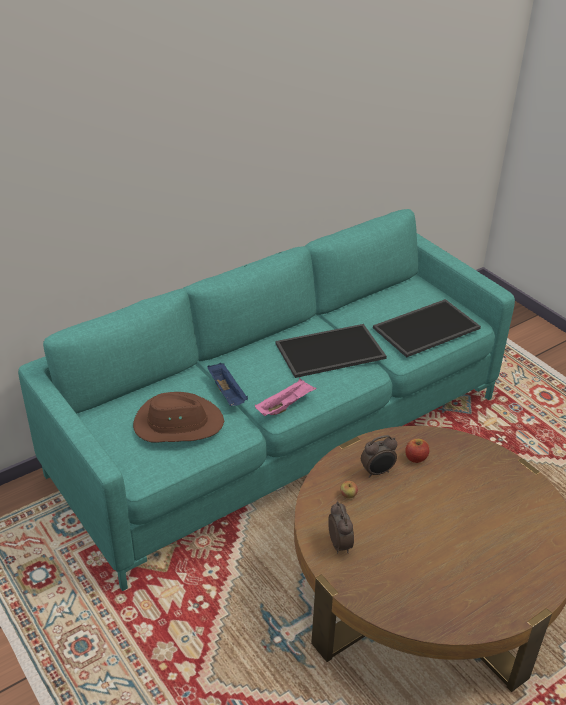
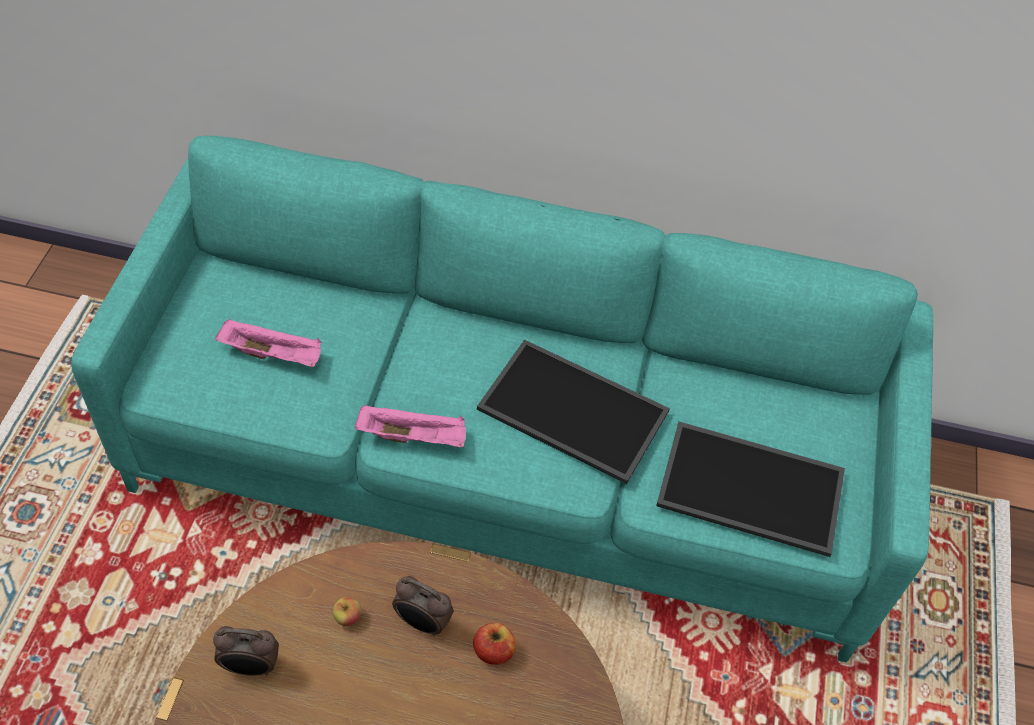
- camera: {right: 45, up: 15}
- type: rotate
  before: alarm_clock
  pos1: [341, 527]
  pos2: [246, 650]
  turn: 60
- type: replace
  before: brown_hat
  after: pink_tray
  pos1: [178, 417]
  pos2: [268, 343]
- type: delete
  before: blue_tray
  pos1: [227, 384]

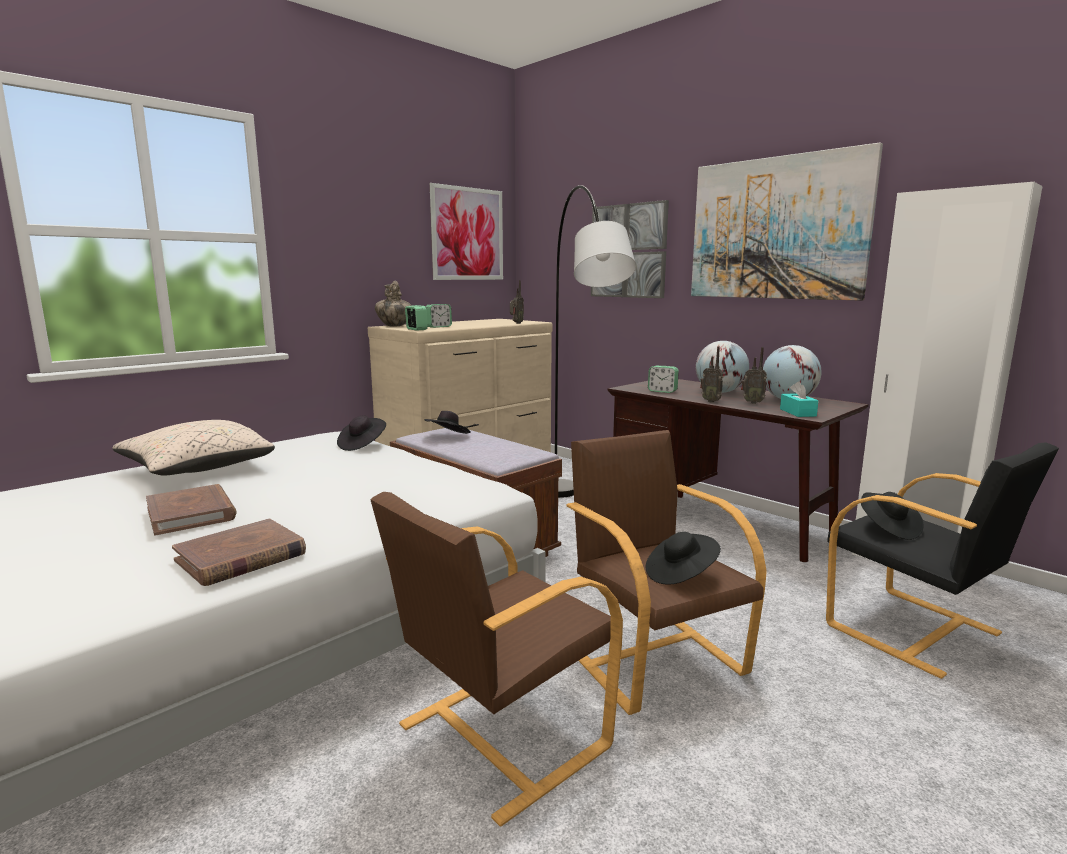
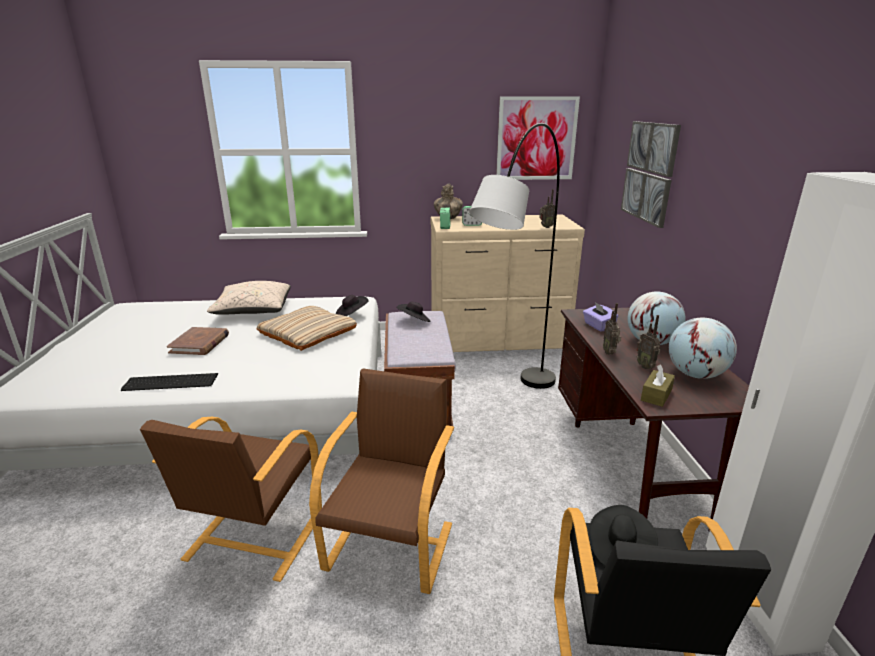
- camera: {right: 40, up: 10}
- type: replace
  before: brown_book
  after: keyboard
  pos1: [239, 552]
  pos2: [169, 382]
- type: rotate
  before: brown_armchair
  pos1: [496, 659]
  pos2: [231, 499]
  turn: -75
- type: insert
  after: beige_pillow
  pos2: [306, 328]
- type: replace
  before: alarm_clock
  after: purple_tissue_box
  pos1: [663, 379]
  pos2: [600, 317]
- type: recolor
  before: turquoise_tissue_box
  after: brown_tissue_box
  pos1: [799, 399]
  pos2: [658, 385]
- type: delete
  before: black_hat
  pos1: [683, 558]
- type: delete
  before: picture
  pos1: [787, 221]

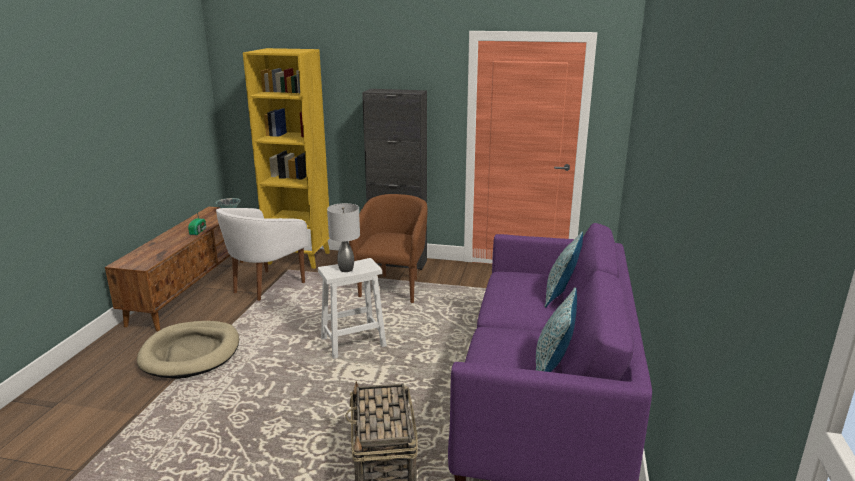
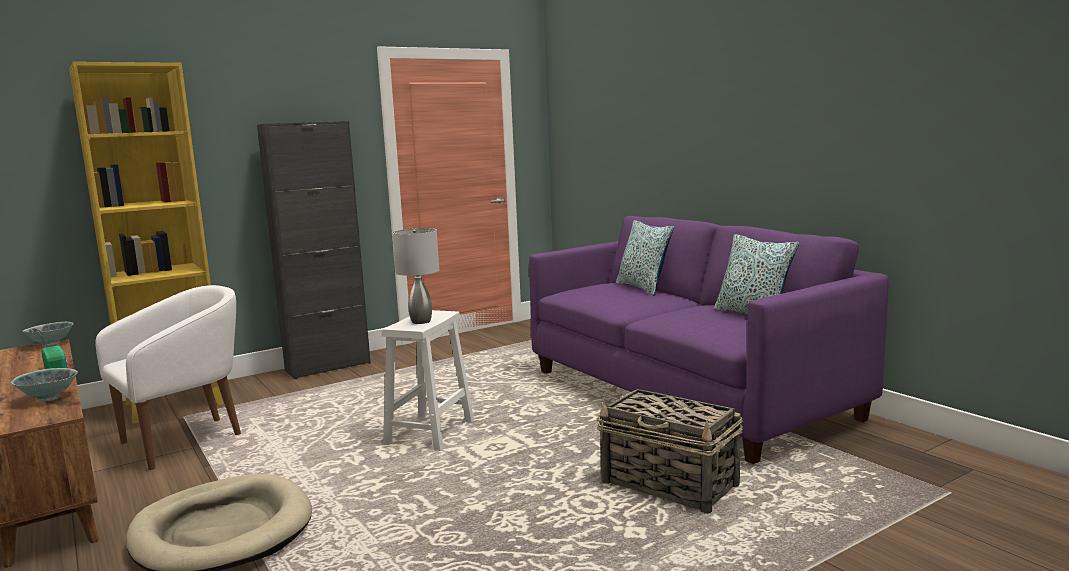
- camera: {right: -45, up: -10}
- type: insert
  after: bowl
  pos2: [44, 385]
- type: rotate
  before: white_armchair
  pos1: [262, 254]
  pos2: [168, 377]
  turn: -120
- type: delete
  before: brown_armchair
  pos1: [388, 248]

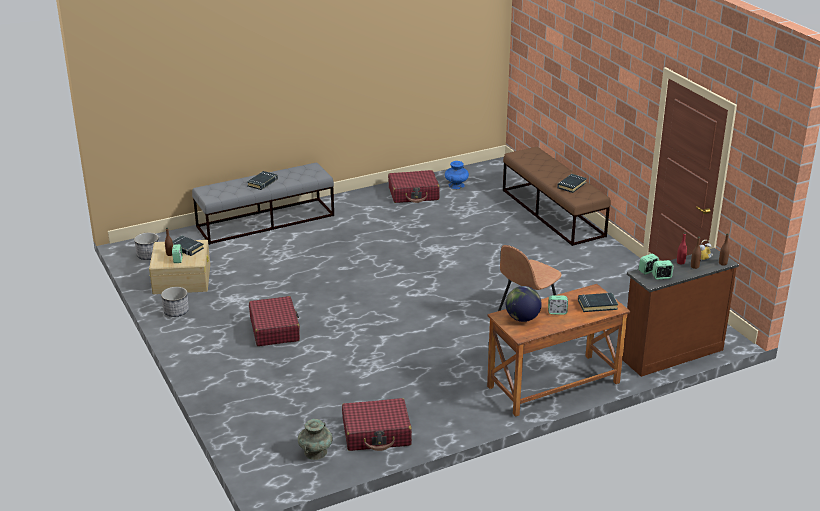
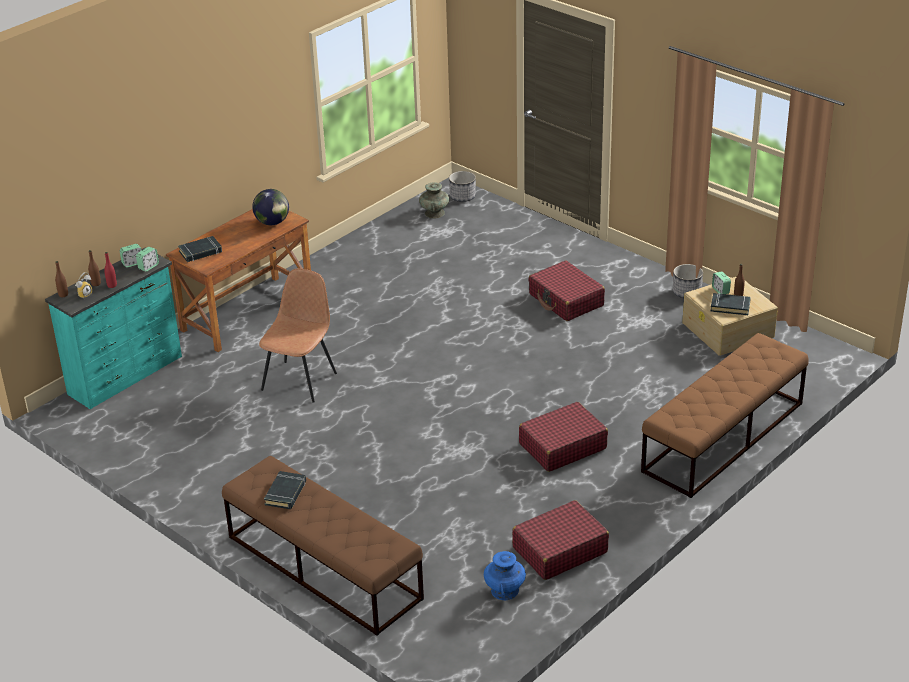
- camera: {right: 160, up: 5}
- type: recolor
  before: brown_dresser
  after: turquoise_dresser
  pos1: [680, 312]
  pos2: [113, 328]
- type: move
  before: planter
  pos1: [146, 246]
  pos2: [462, 186]
- type: move
  before: red_suitcase
  pos1: [377, 424]
  pos2: [563, 437]
- type: recolor
  before: grey_bench
  after: brown_bench
  pos1: [263, 203]
  pos2: [725, 415]
- type: delete
  before: black_book
  pos1: [262, 180]
- type: delete
  before: alarm_clock
  pos1: [558, 305]

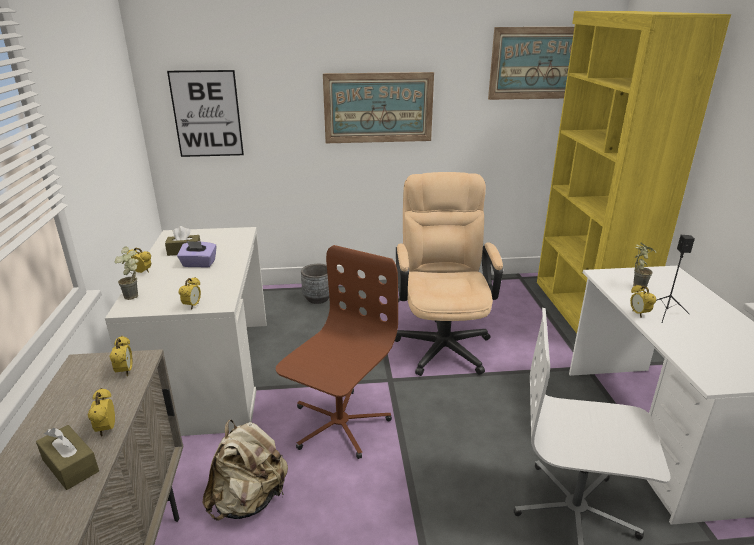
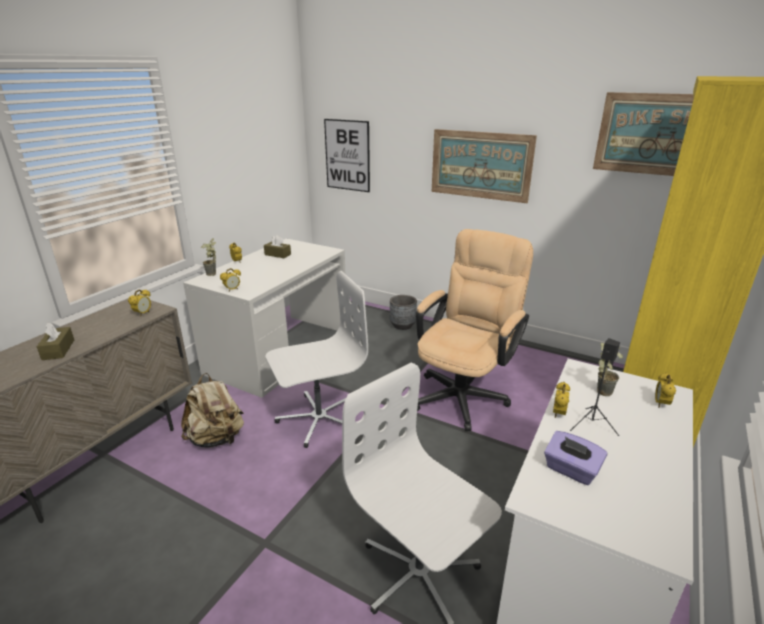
- camera: {right: 35, up: 0}
- type: recolor
  before: brown_office_chair
  after: white_office_chair
  pos1: [337, 352]
  pos2: [317, 359]
- type: move
  before: purple_tissue_box
  pos1: [197, 254]
  pos2: [576, 458]
- type: move
  before: alarm_clock
  pos1: [101, 412]
  pos2: [665, 390]

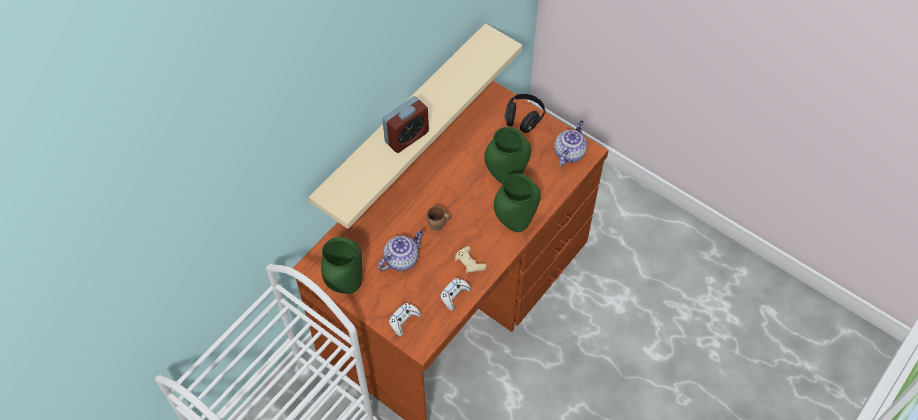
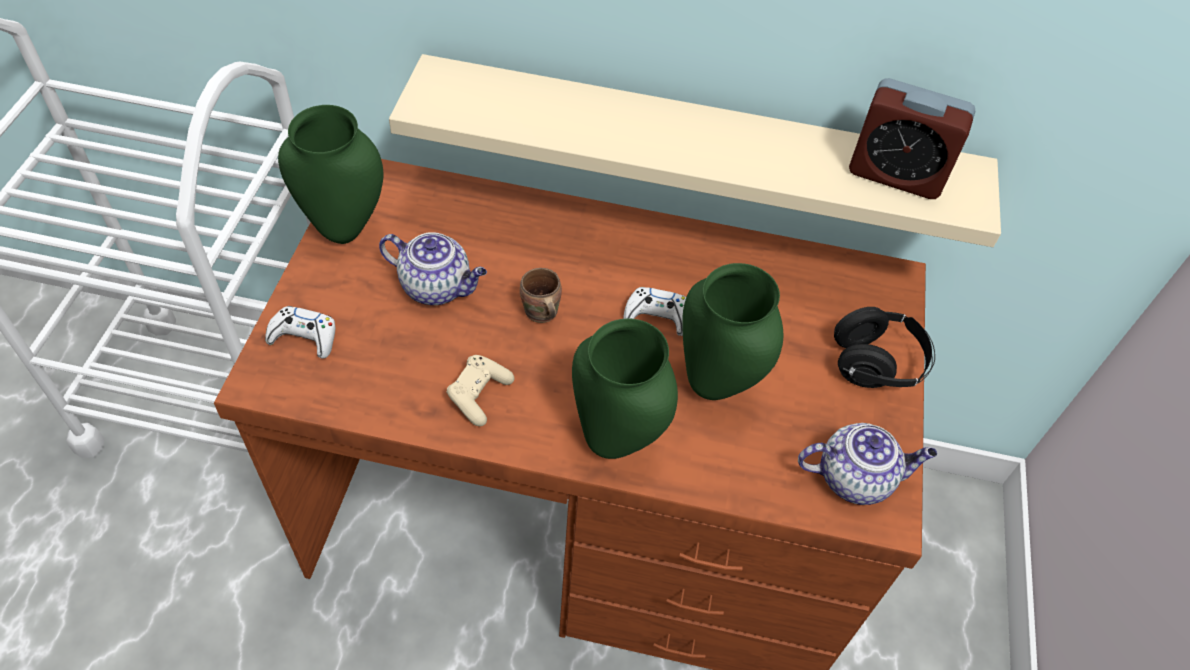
- camera: {right: 60, up: -5}
- type: move
  before: white_game_controller
  pos1: [455, 294]
  pos2: [654, 311]
- type: move
  before: alarm_clock
  pos1: [405, 124]
  pos2: [912, 138]

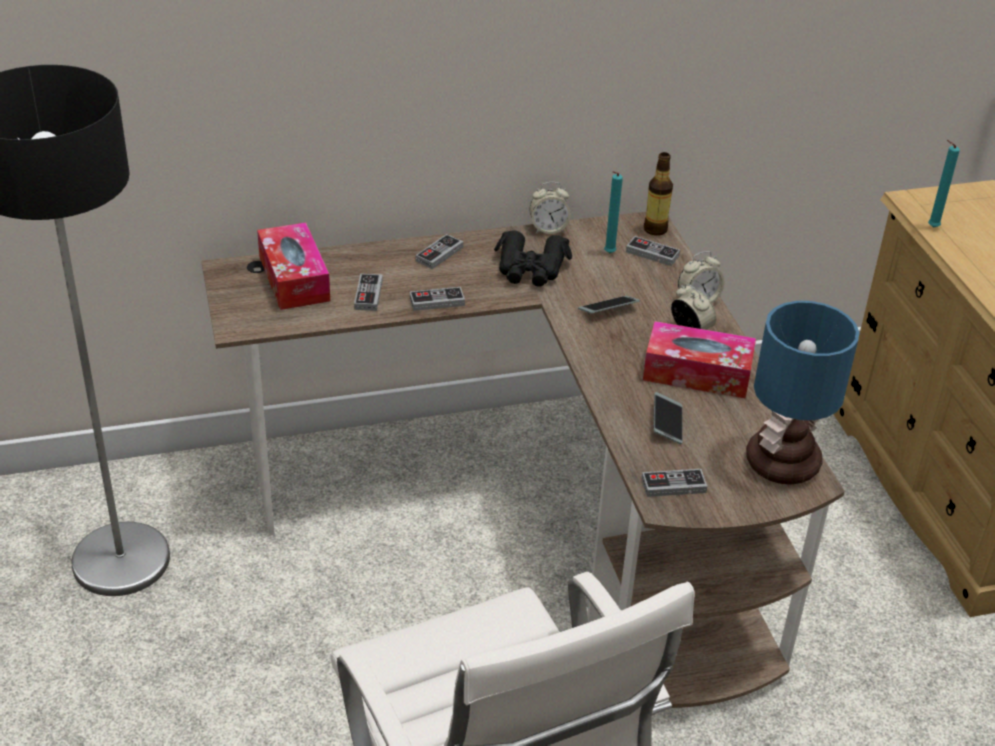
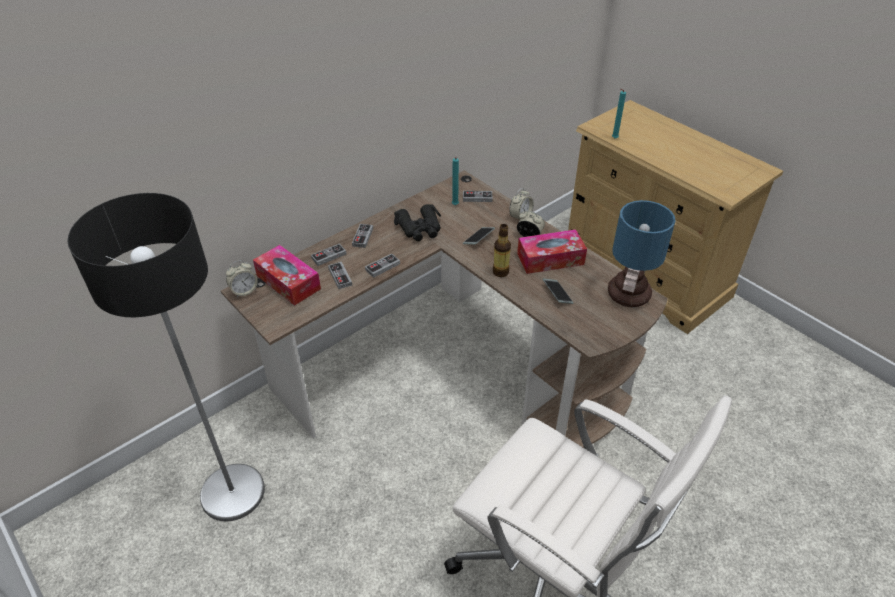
- camera: {right: -25, up: 5}
- type: move
  before: alarm_clock
  pos1: [550, 208]
  pos2: [242, 279]
- type: move
  before: game_controller
  pos1: [674, 483]
  pos2: [328, 255]
- type: move
  before: bottle
  pos1: [658, 194]
  pos2: [502, 250]

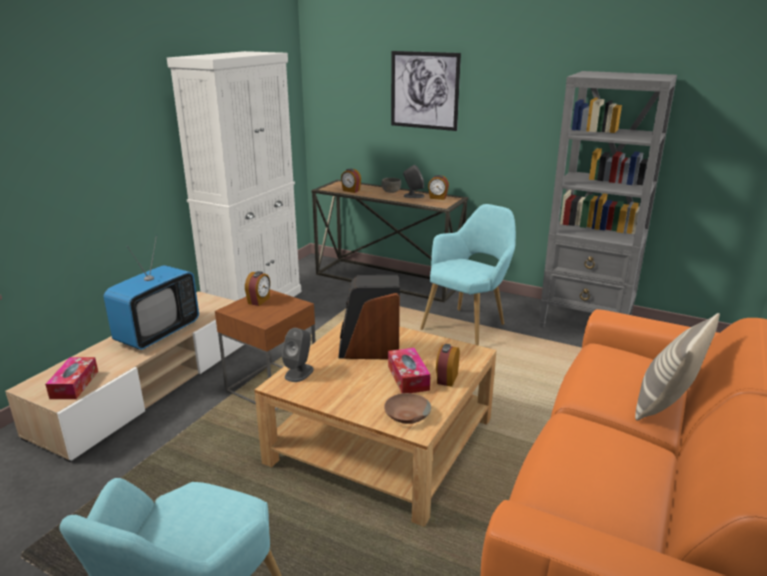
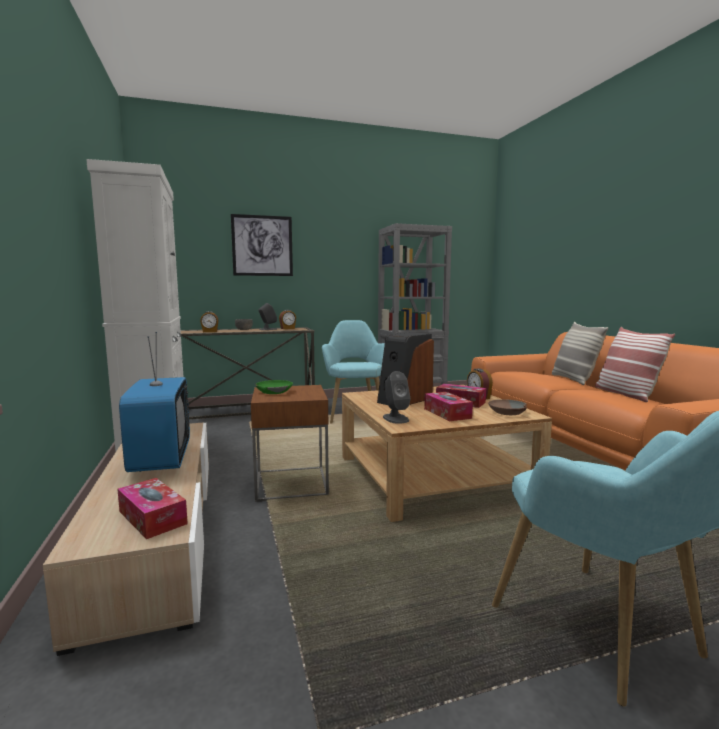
- camera: {right: -45, up: -15}
- type: replace
  before: alarm_clock
  after: green_bowl
  pos1: [257, 288]
  pos2: [274, 387]
- type: insert
  after: tissue_box
  pos2: [448, 406]
- type: insert
  after: pillow
  pos2: [635, 364]

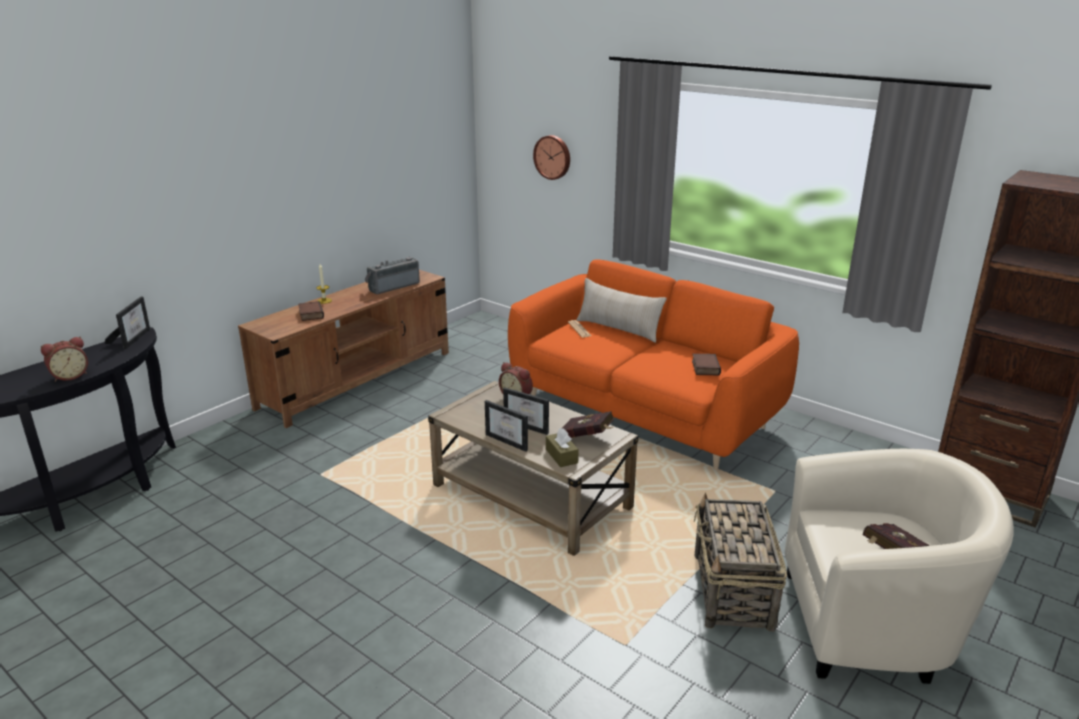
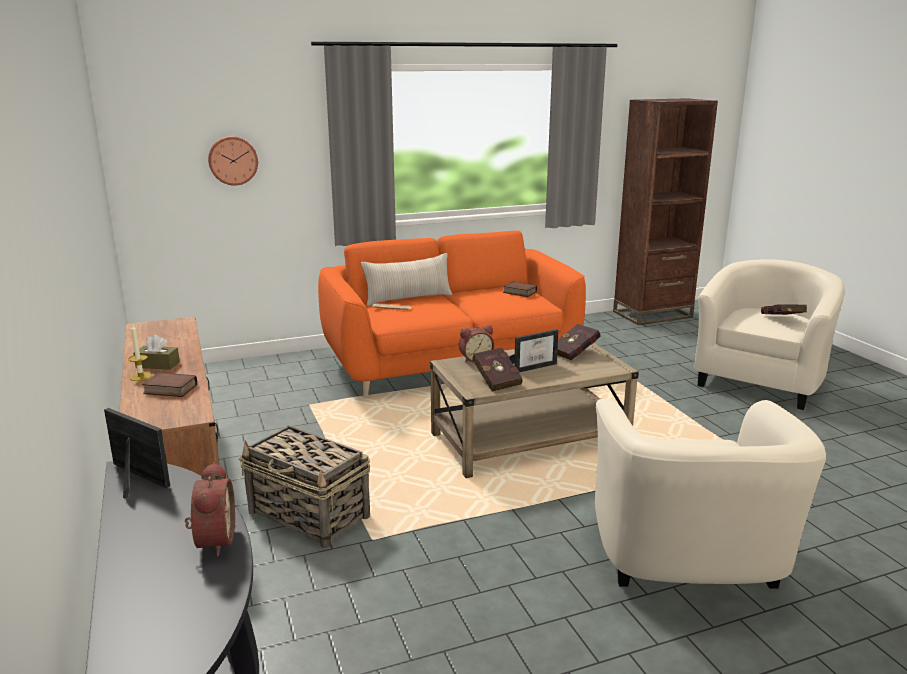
- camera: {right: -60, up: -5}
- type: move
  before: brown_tissue_box
  pos1: [562, 447]
  pos2: [156, 352]
- type: move
  before: basket
  pos1: [740, 562]
  pos2: [304, 487]
- type: insert
  after: red_book
  pos2: [497, 370]
- type: insert
  after: beige_armchair
  pos2: [710, 494]
- type: delete
  before: radio
  pos1: [392, 275]
- type: delete
  before: picture_frame
  pos1: [506, 426]

